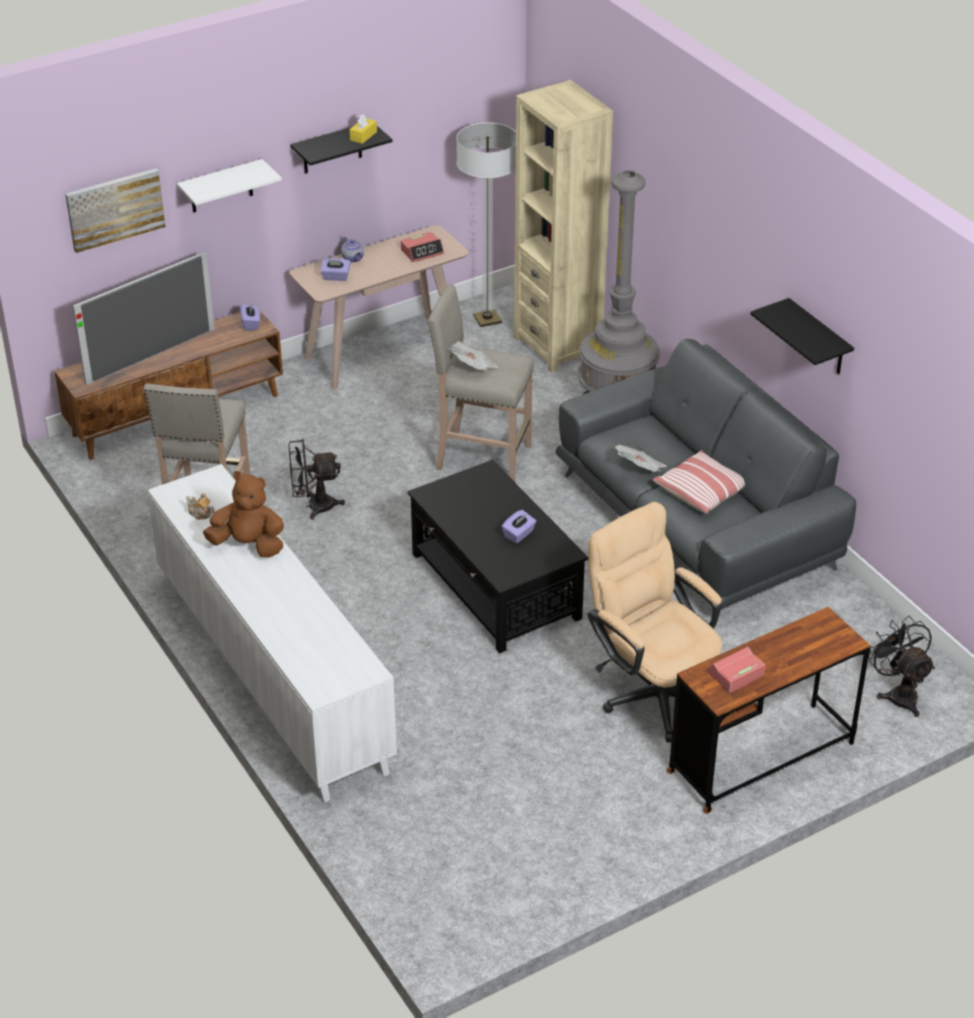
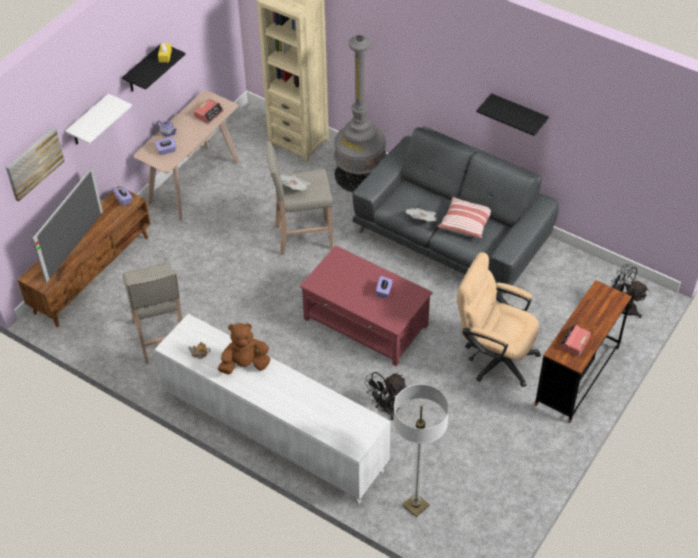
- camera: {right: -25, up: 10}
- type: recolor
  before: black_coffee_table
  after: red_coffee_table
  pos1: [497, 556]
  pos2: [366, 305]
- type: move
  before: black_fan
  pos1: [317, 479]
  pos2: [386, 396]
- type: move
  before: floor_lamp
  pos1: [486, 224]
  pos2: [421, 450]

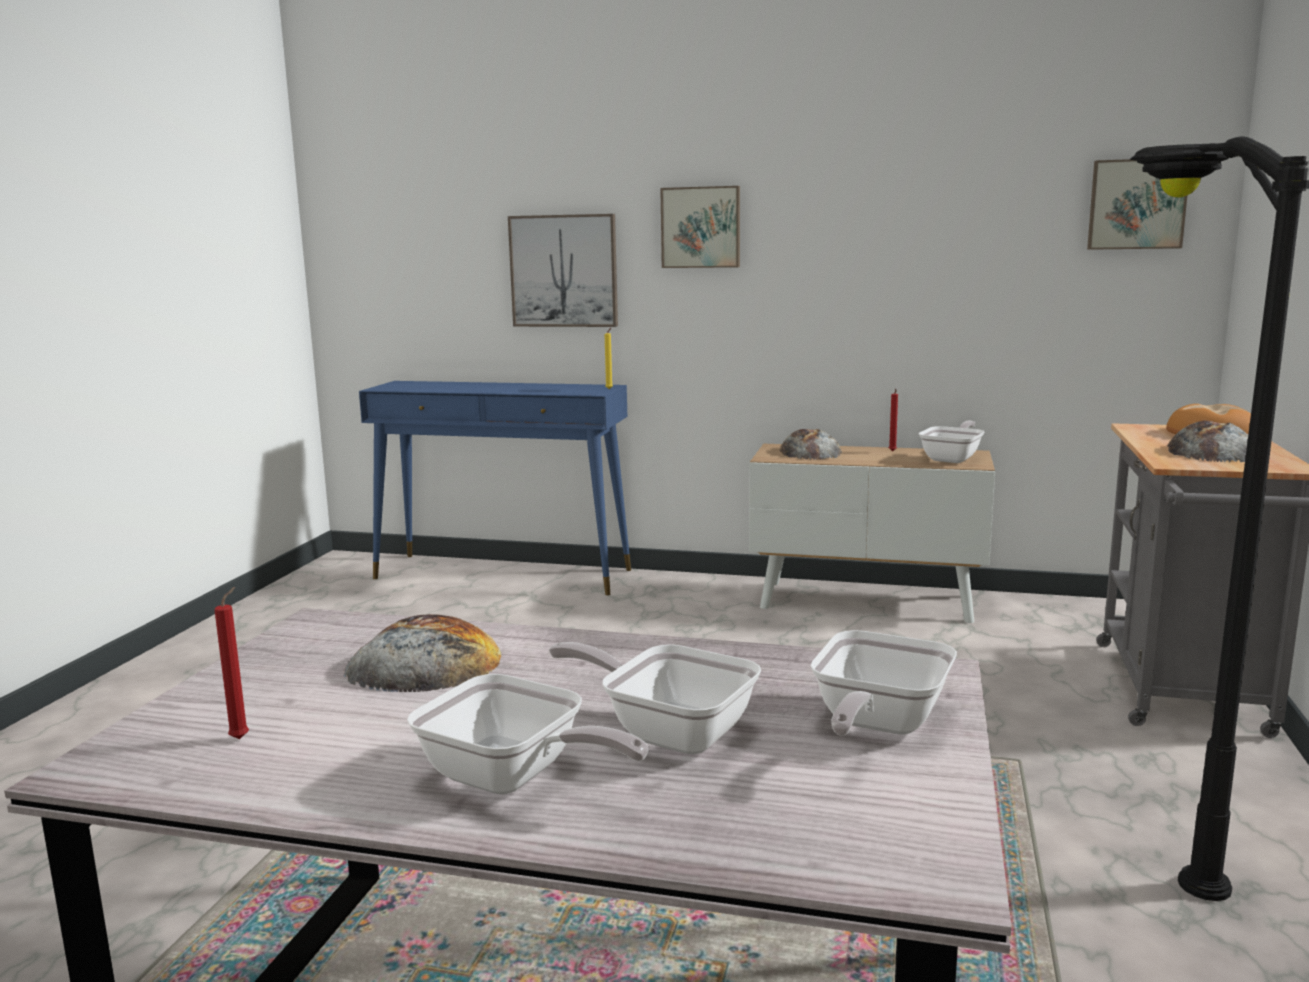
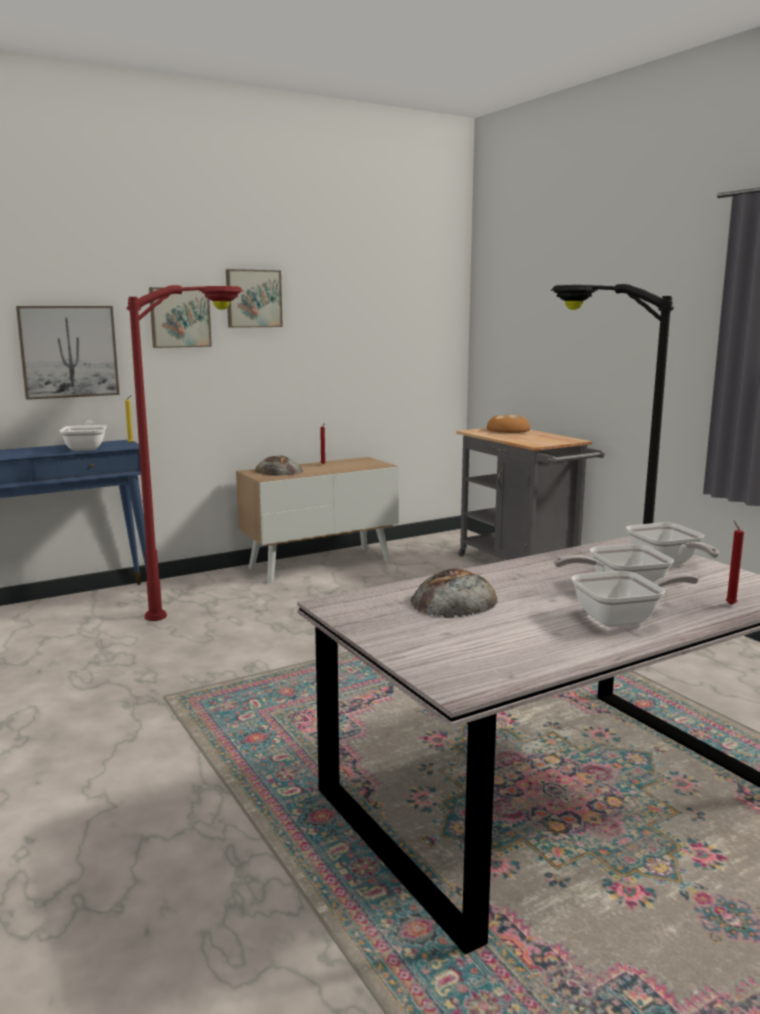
- camera: {right: -45, up: 0}
- type: move
  before: frying_pan
  pos1: [952, 441]
  pos2: [83, 435]
- type: insert
  after: red_floor_lamp
  pos2: [185, 453]
- type: move
  before: picture
  pos1: [1137, 204]
  pos2: [254, 298]
- type: move
  before: red_candle
  pos1: [231, 663]
  pos2: [735, 563]
- type: delete
  before: bread
  pos1: [1207, 441]

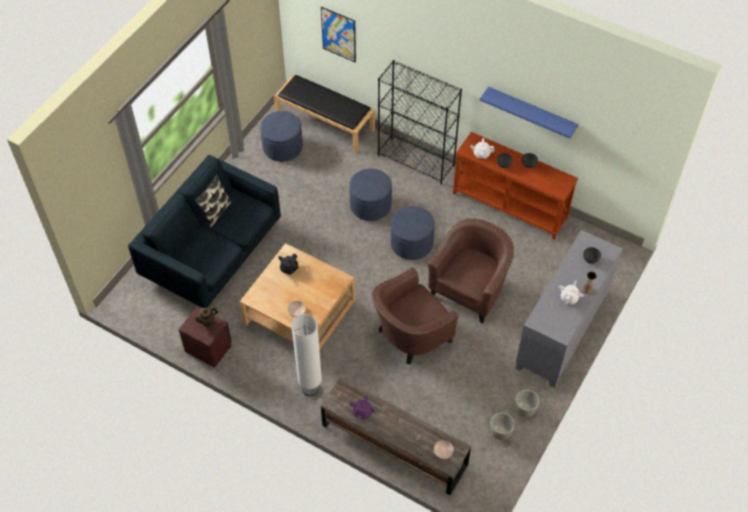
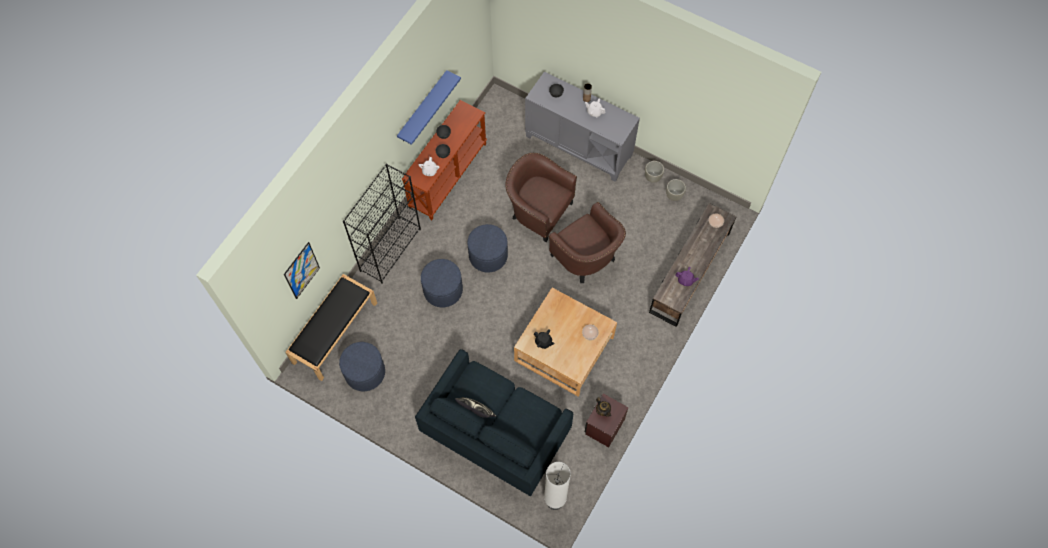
- camera: {right: -90, up: 10}
- type: move
  before: white_floor_lamp
  pos1: [306, 355]
  pos2: [557, 486]

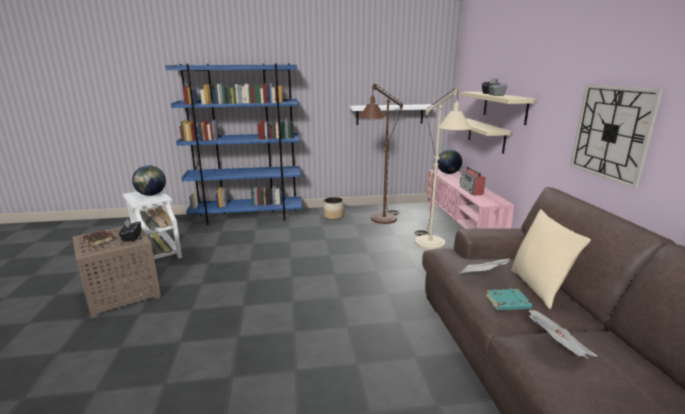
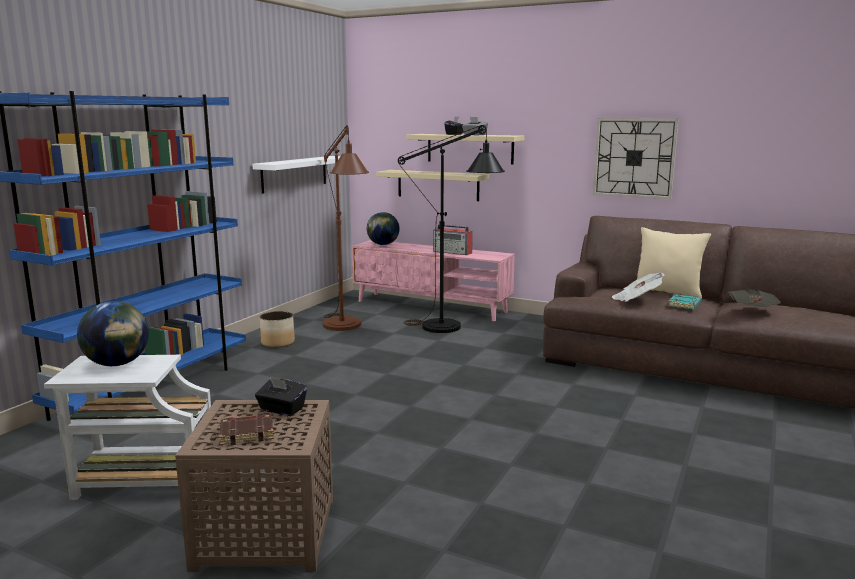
- camera: {right: -55, up: -5}
- type: recolor
  before: beige_floor_lamp
  after: black_floor_lamp
  pos1: [443, 168]
  pos2: [451, 229]

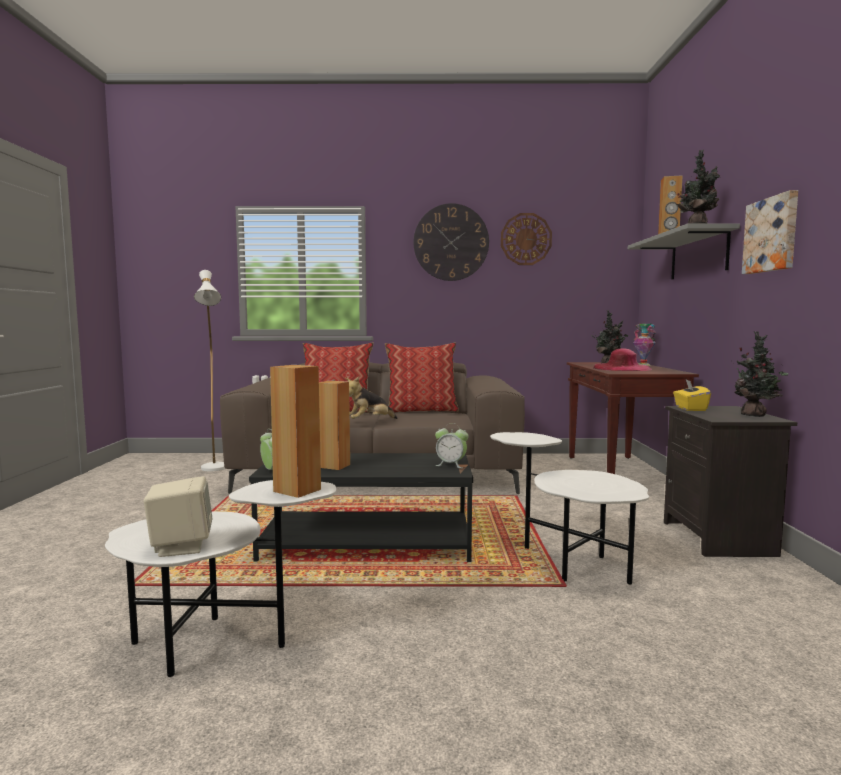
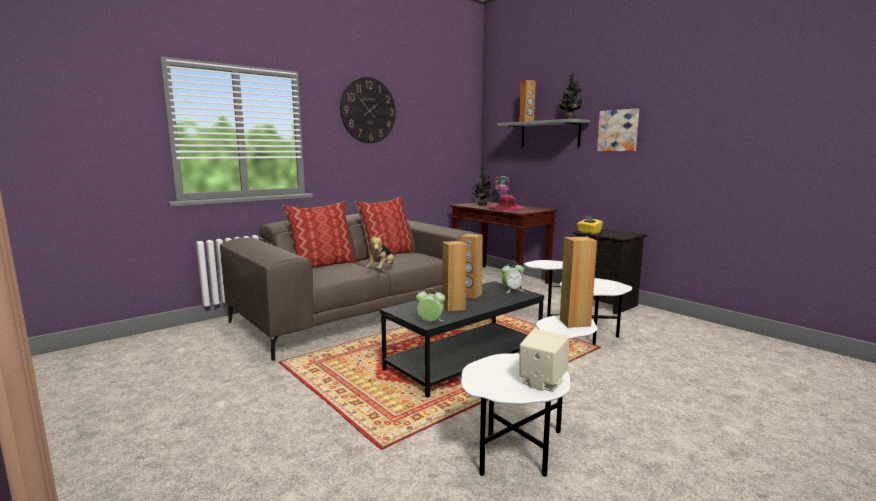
- camera: {right: -40, up: 5}
- type: insert
  after: brown_speaker
  pos2: [472, 266]
- type: delete
  before: white_floor_lamp
  pos1: [209, 371]
- type: delete
  before: wall_clock
  pos1: [526, 239]
- type: delete
  before: potted_plant
  pos1: [759, 374]

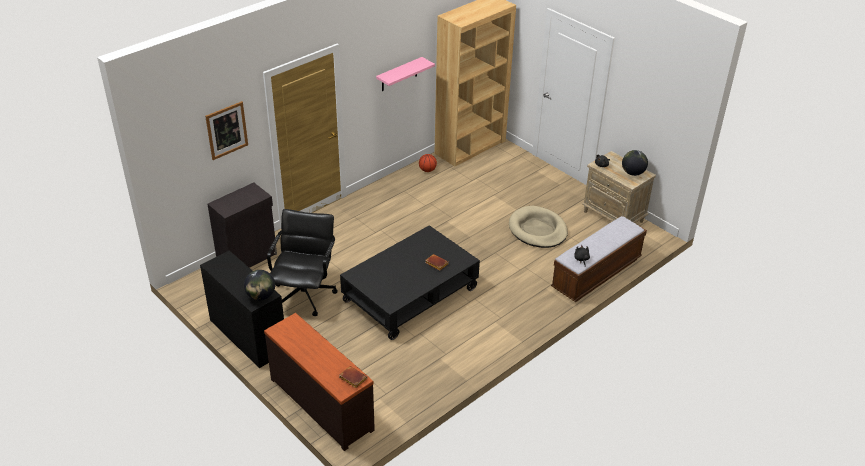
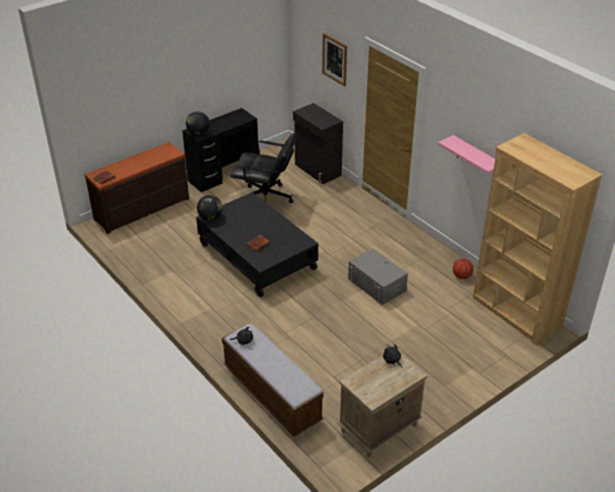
- camera: {right: 95, up: 0}
- type: move
  before: globe
  pos1: [635, 163]
  pos2: [209, 207]
- type: insert
  after: grey_storage_box
  pos2: [378, 277]
- type: delete
  before: beige_dog_bed
  pos1: [538, 227]

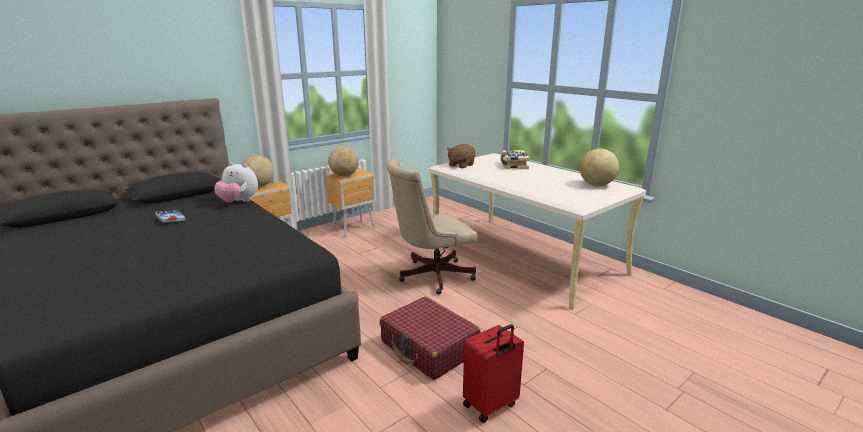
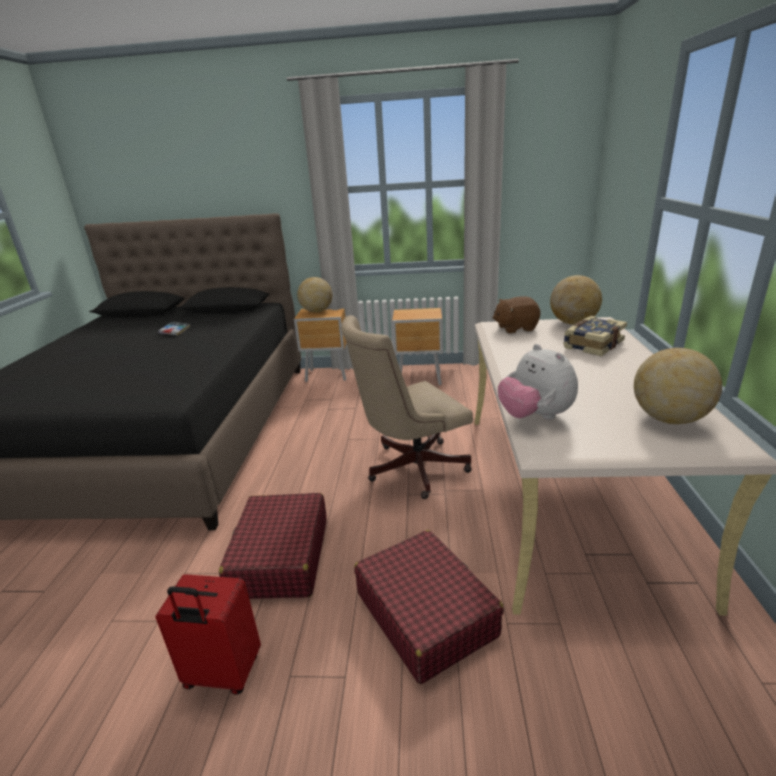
- camera: {right: 45, up: 5}
- type: rotate
  before: beige_office_chair
  pos1: [432, 226]
  pos2: [407, 407]
  turn: -45
- type: insert
  after: red_suitcase
  pos2: [429, 607]
- type: move
  before: plush_toy
  pos1: [236, 182]
  pos2: [538, 382]
- type: move
  before: globe
  pos1: [343, 161]
  pos2: [576, 300]

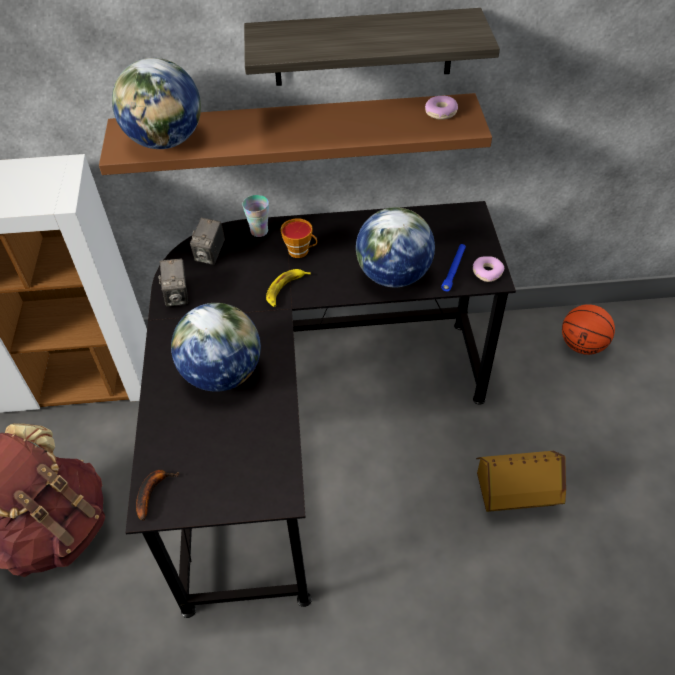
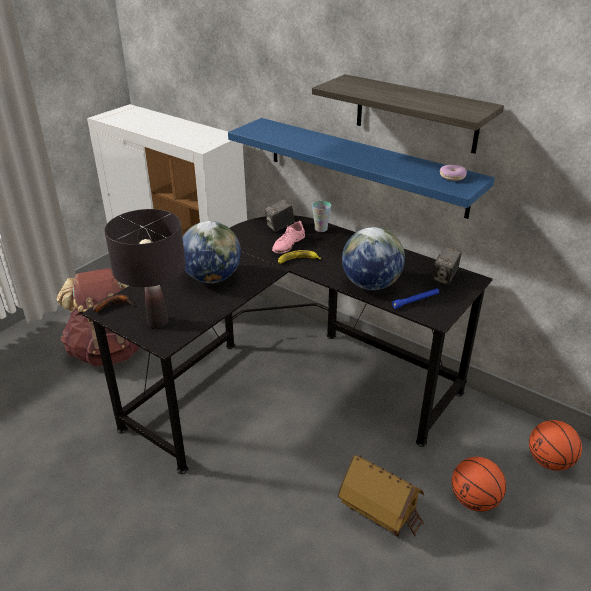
- camera: {right: 40, up: -15}
- type: insert
  after: black_table_lamp
  pos2: [145, 268]
- type: recolor
  before: brown_shelf
  after: blue_shelf
  pos1: [295, 134]
  pos2: [361, 168]
- type: insert
  after: pink_shoe
  pos2: [288, 237]
- type: move
  before: photo_camera
  pos1: [173, 283]
  pos2: [447, 265]
- type: insert
  after: basketball
  pos2: [479, 484]
- type: delete
  before: globe
  pos1: [156, 103]
- type: delete
  before: cup
  pos1: [299, 238]
- type: delete
  before: donut
  pos1: [488, 269]

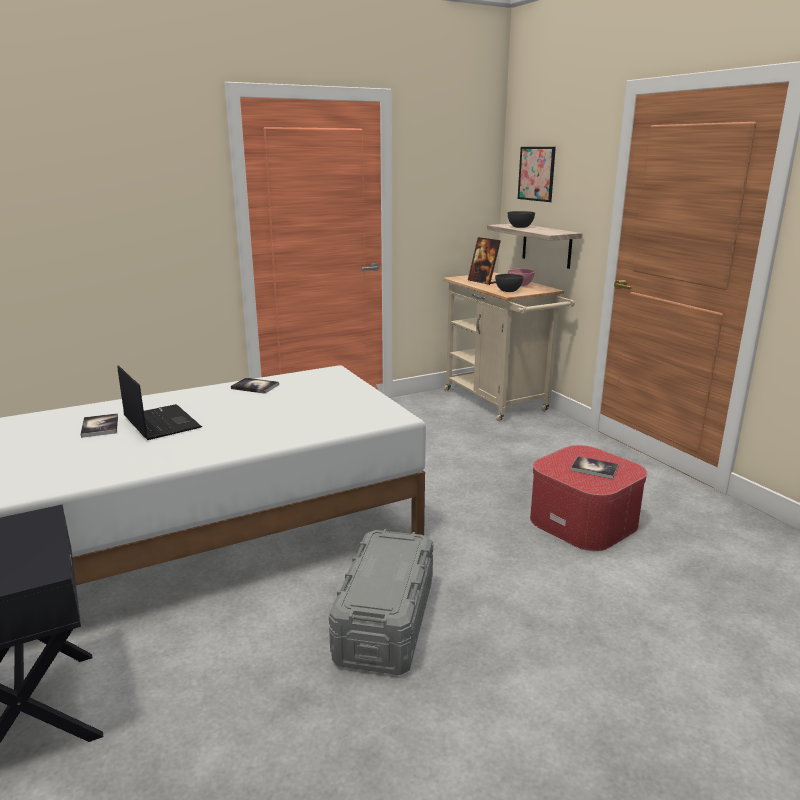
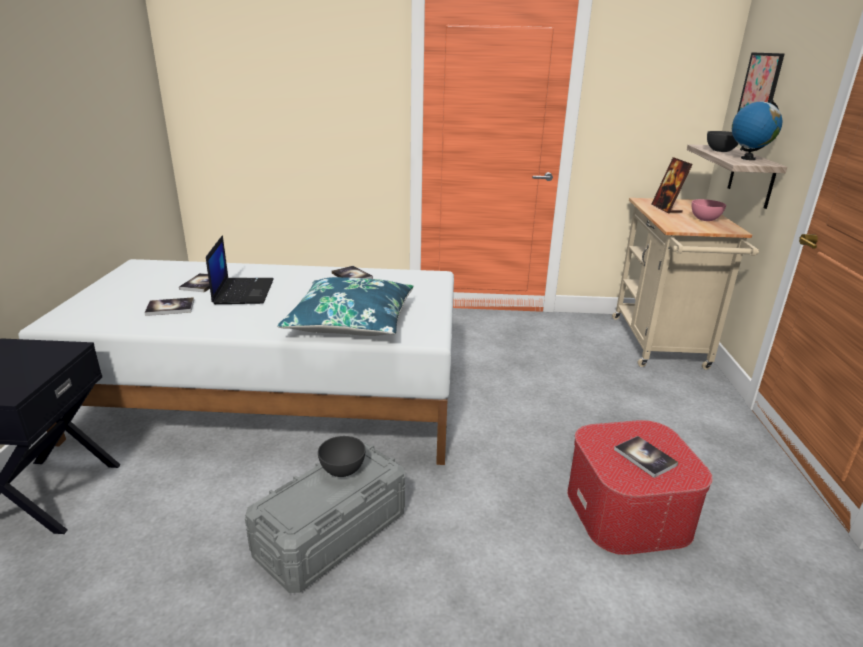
- camera: {right: 30, up: 5}
- type: insert
  after: book
  pos2: [169, 306]
- type: insert
  after: blue_pillow
  pos2: [346, 306]
- type: move
  before: grey_bowl
  pos1: [509, 283]
  pos2: [342, 456]
- type: insert
  after: globe
  pos2: [757, 130]

